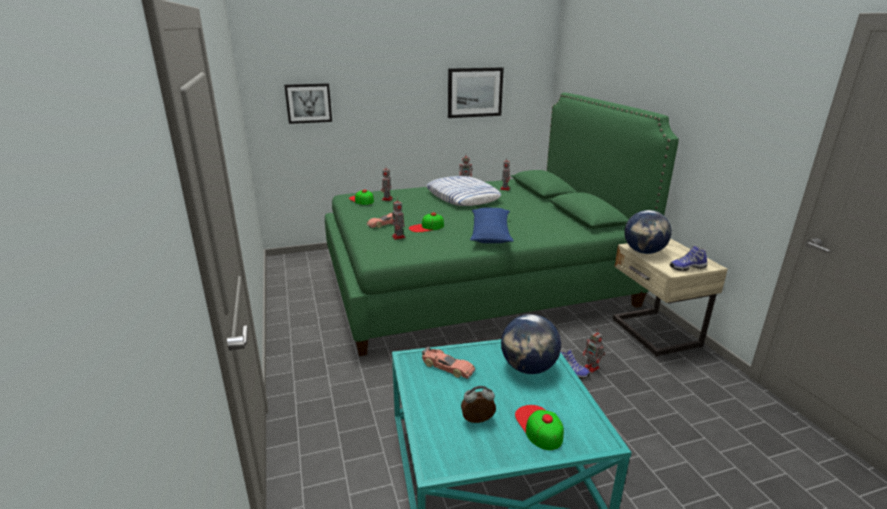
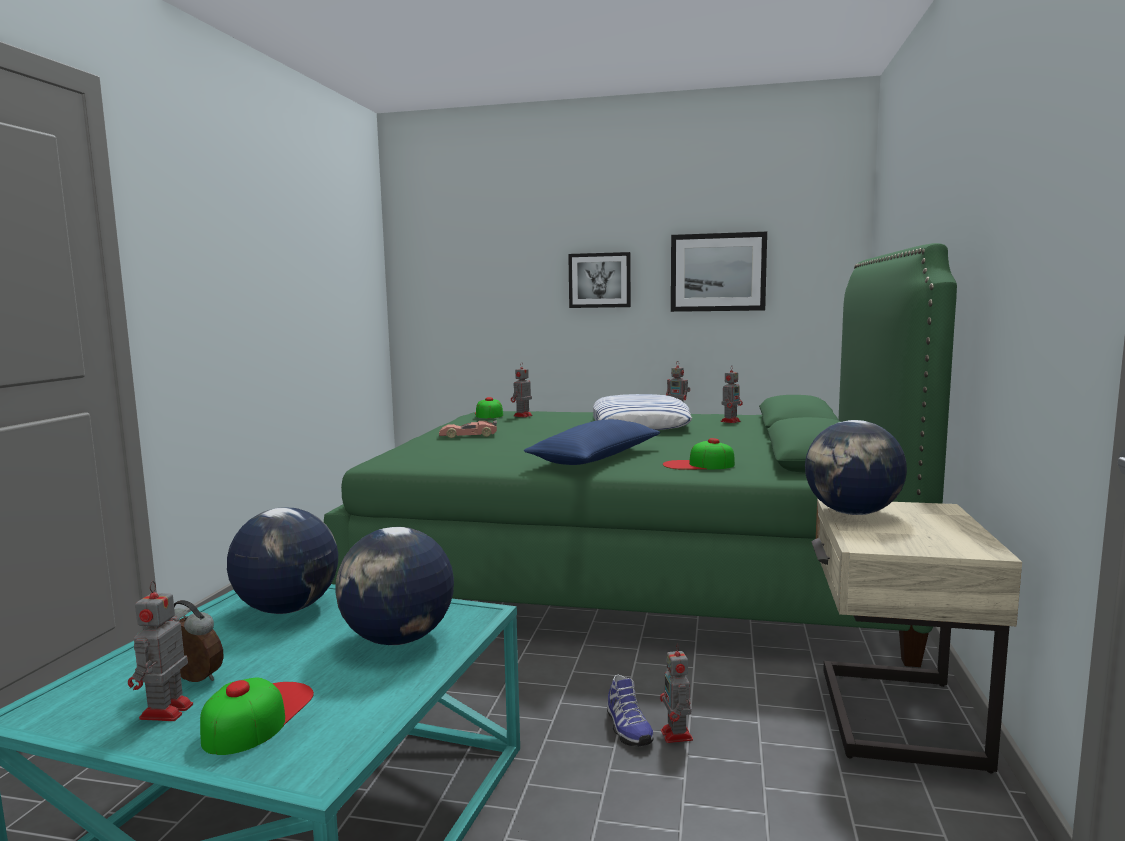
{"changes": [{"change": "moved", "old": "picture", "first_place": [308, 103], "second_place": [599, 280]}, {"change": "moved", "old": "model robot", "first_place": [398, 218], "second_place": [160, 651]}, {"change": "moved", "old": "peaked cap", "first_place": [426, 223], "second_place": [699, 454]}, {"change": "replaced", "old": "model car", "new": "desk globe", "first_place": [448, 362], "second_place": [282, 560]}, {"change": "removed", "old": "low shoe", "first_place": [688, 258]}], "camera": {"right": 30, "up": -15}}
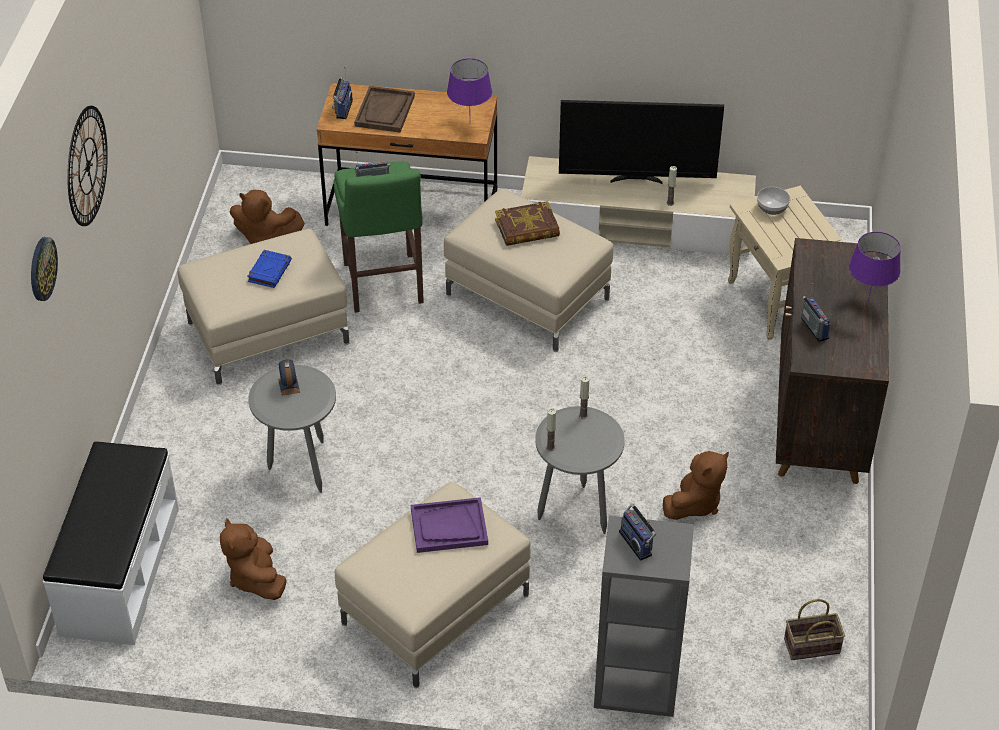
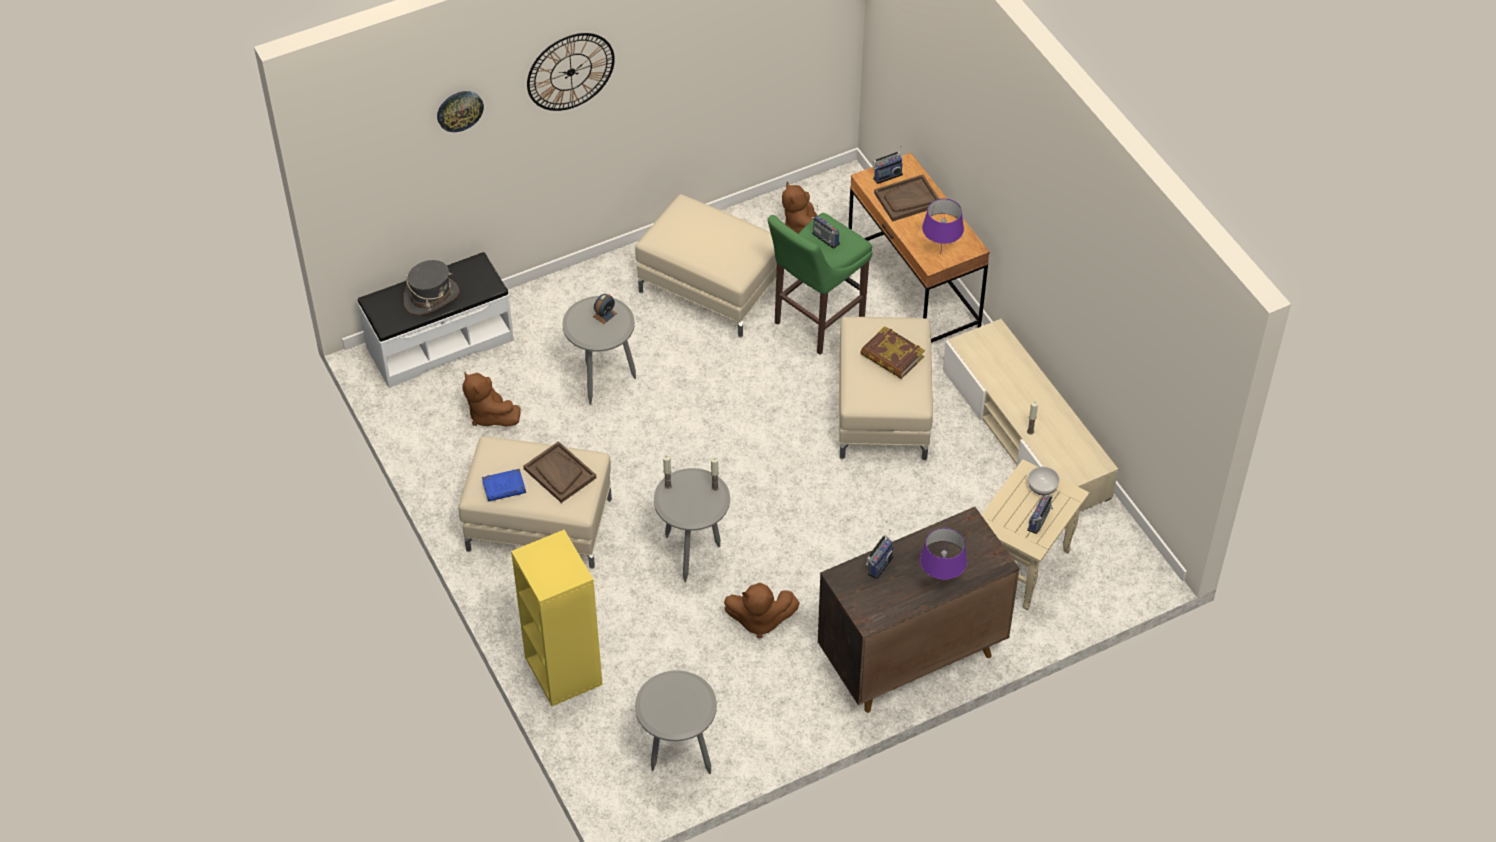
{"changes": [{"change": "turned", "old": "brown plush toy", "first_place": [253, 559], "second_place": [492, 399], "degrees": -75}, {"change": "moved", "old": "blue-coloured bound book", "first_place": [269, 269], "second_place": [504, 485]}, {"change": "recoloured", "old": "purple-coloured serving tray", "new": "brown serving tray", "first_place": [449, 525], "second_place": [559, 472]}, {"change": "removed", "old": "TV", "first_place": [641, 142]}, {"change": "recoloured", "old": "grey bookshelf", "new": "yellow bookshelf", "first_place": [644, 616], "second_place": [557, 618]}, {"change": "moved", "old": "radio set", "first_place": [637, 532], "second_place": [1040, 514]}, {"change": "replaced", "old": "storage basket", "new": "grey side table", "first_place": [814, 629], "second_place": [676, 722]}, {"change": "added", "new": "grey hat", "second_place": [431, 287]}], "camera": {"right": 55, "up": 5}}
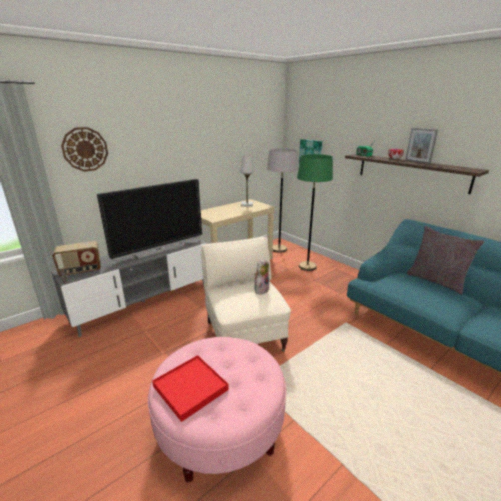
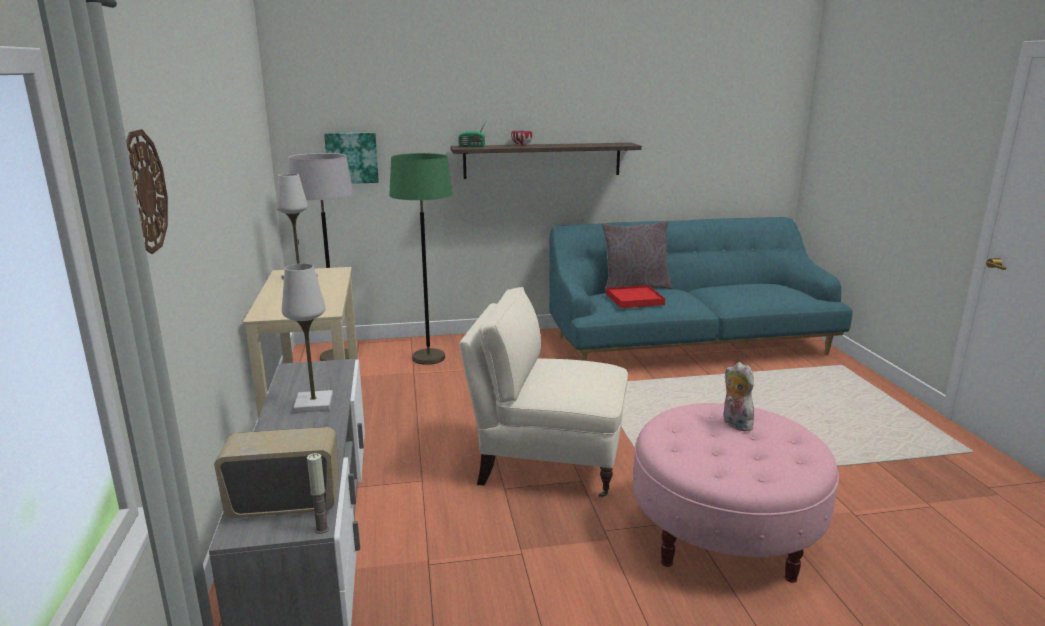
{"changes": [{"change": "turned", "old": "radio set", "first_place": [76, 258], "second_place": [276, 472], "degrees": -105}, {"change": "replaced", "old": "TV", "new": "white table lamp", "first_place": [149, 220], "second_place": [307, 338]}, {"change": "moved", "old": "reddish serving tray", "first_place": [190, 388], "second_place": [635, 296]}, {"change": "moved", "old": "plush toy", "first_place": [261, 276], "second_place": [738, 396]}, {"change": "removed", "old": "picture frame", "first_place": [421, 146]}], "camera": {"right": -60, "up": -5}}
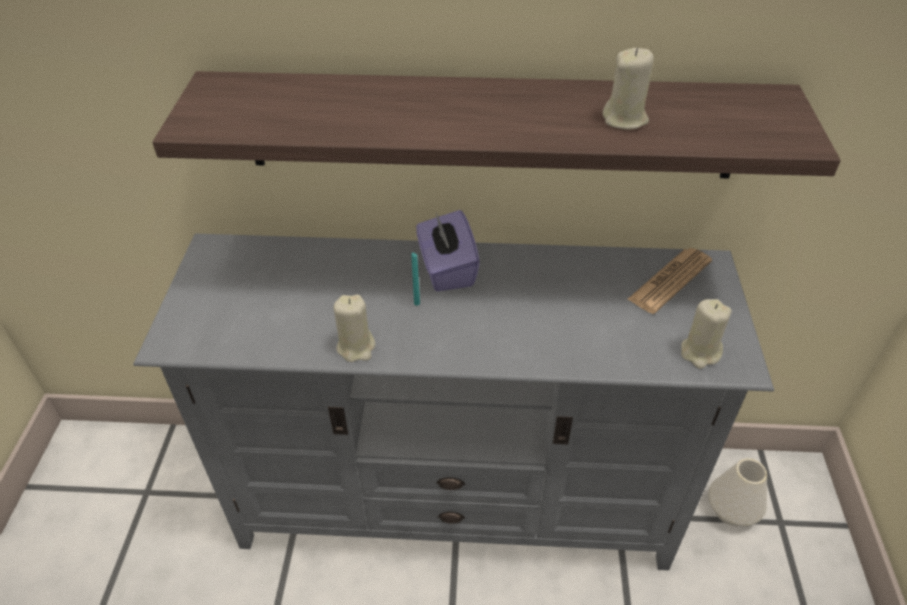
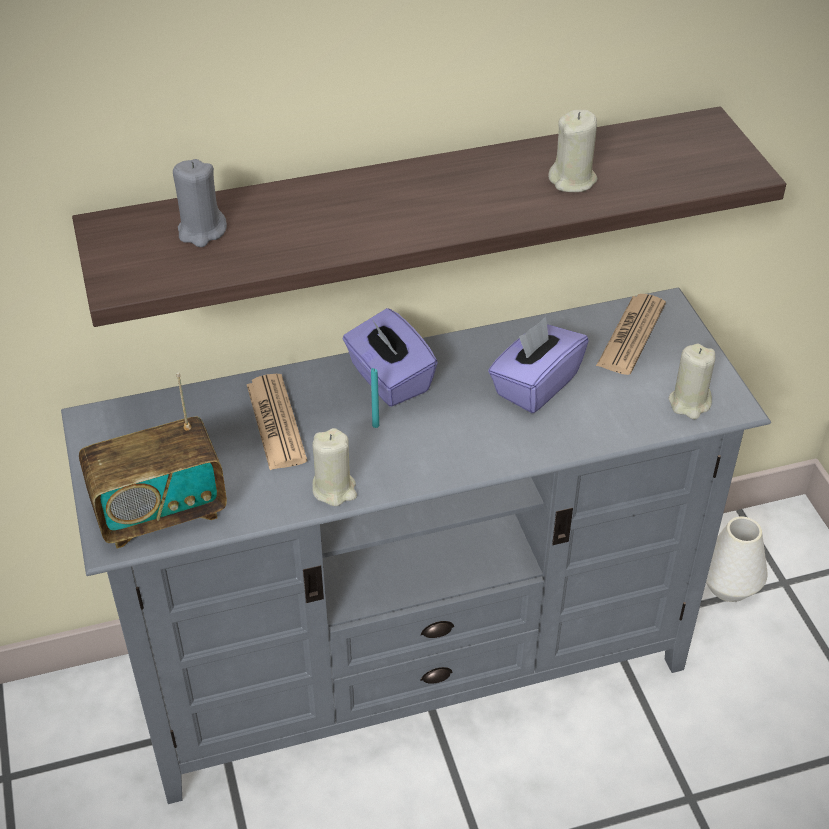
{"changes": [{"change": "added", "new": "radio set", "second_place": [153, 461]}, {"change": "added", "new": "grey wax candle", "second_place": [200, 203]}, {"change": "added", "new": "daily paper", "second_place": [277, 422]}, {"change": "added", "new": "purple-coloured tissue box", "second_place": [538, 365]}], "camera": {"right": -20, "up": 0}}
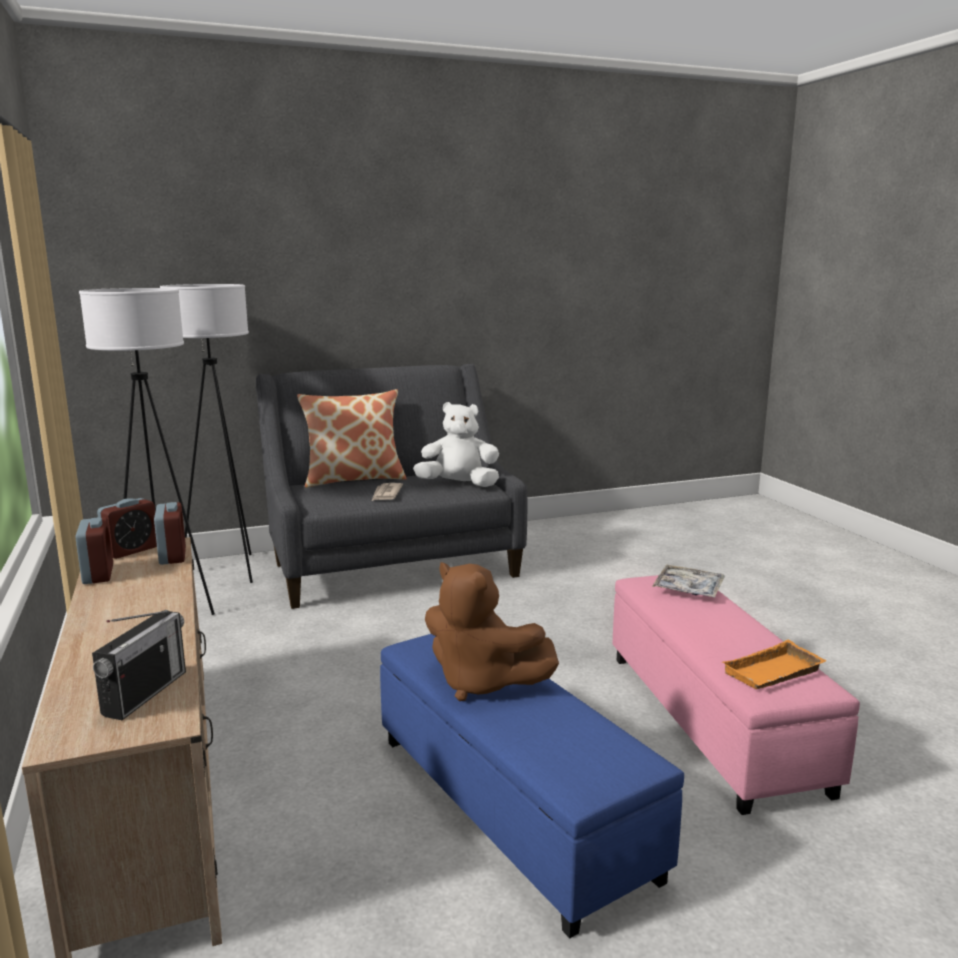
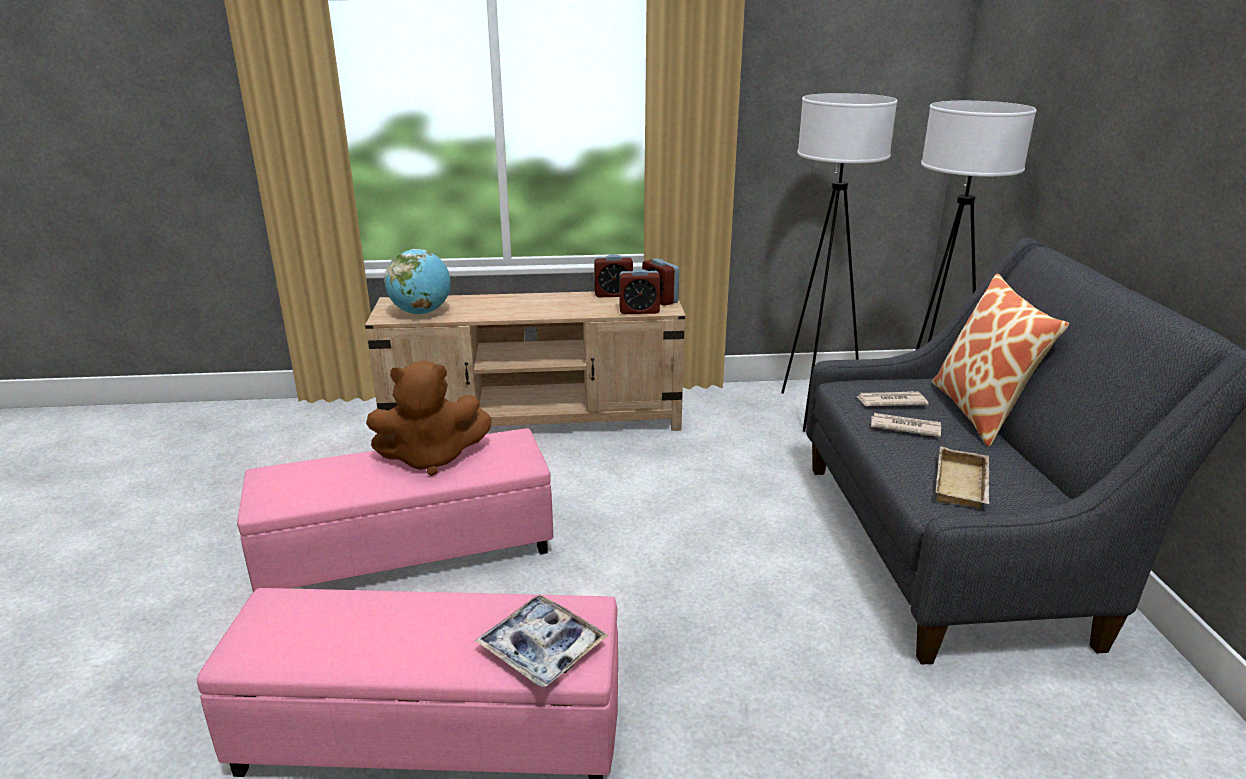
{"changes": [{"change": "replaced", "old": "radio set", "new": "desk globe", "first_place": [139, 665], "second_place": [417, 282]}, {"change": "recoloured", "old": "blue-coloured pouffe", "new": "pinkish pouffe", "first_place": [532, 786], "second_place": [395, 510]}, {"change": "replaced", "old": "white plush toy", "new": "beige serving tray", "first_place": [456, 444], "second_place": [963, 477]}, {"change": "turned", "old": "brown plush toy", "first_place": [492, 631], "second_place": [429, 418], "degrees": -150}, {"change": "removed", "old": "orange serving tray", "first_place": [774, 664]}, {"change": "added", "new": "daily paper", "second_place": [893, 398]}], "camera": {"right": 105, "up": 10}}
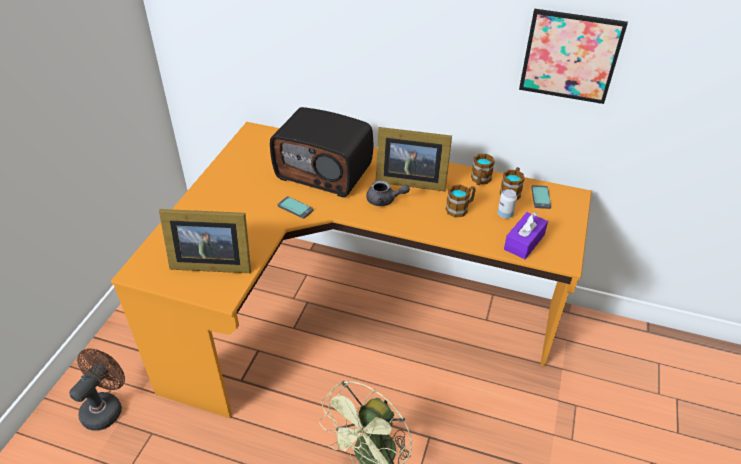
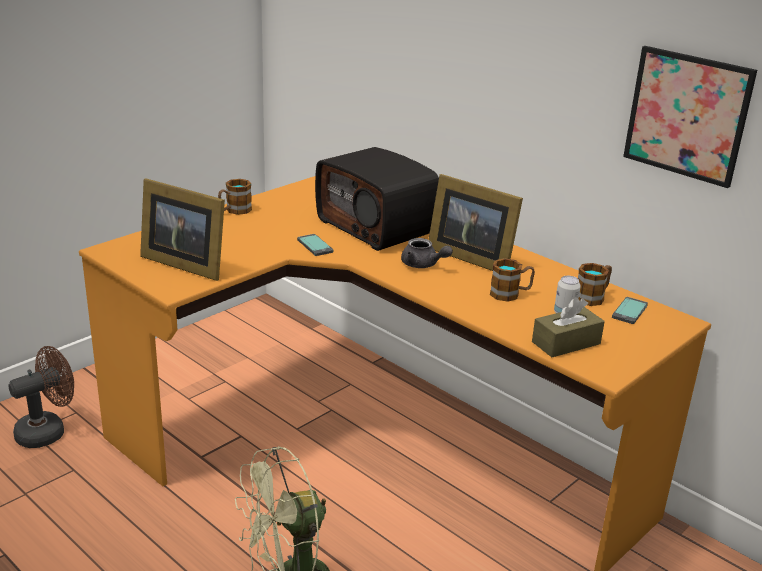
{"changes": [{"change": "moved", "old": "tea mug", "first_place": [483, 169], "second_place": [235, 197]}, {"change": "recoloured", "old": "purple-coloured tissue box", "new": "brown tissue box", "first_place": [526, 235], "second_place": [568, 327]}], "camera": {"right": 25, "up": -15}}
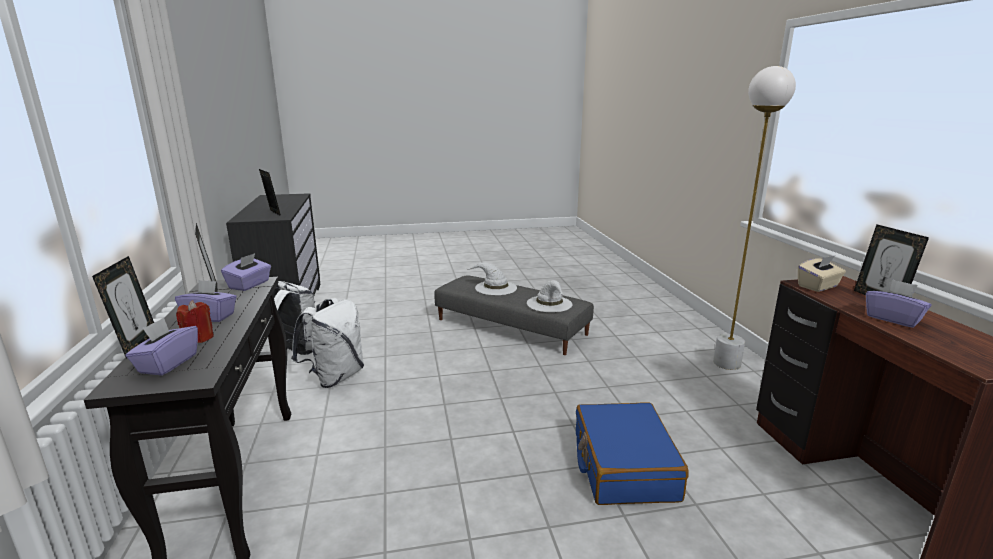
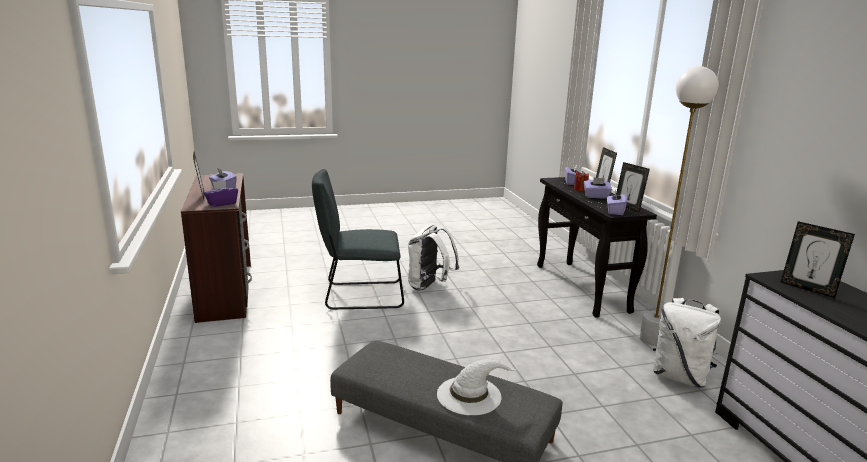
{"changes": [{"change": "moved", "old": "white backpack", "first_place": [327, 343], "second_place": [433, 258]}, {"change": "removed", "old": "white hat", "first_place": [549, 296]}, {"change": "replaced", "old": "blue-coloured suitcase", "new": "grey upright chair", "first_place": [632, 453], "second_place": [358, 239]}, {"change": "moved", "old": "white standing lamp", "first_place": [754, 218], "second_place": [679, 206]}, {"change": "recoloured", "old": "beige tissue box", "new": "purple-coloured tissue box", "first_place": [822, 274], "second_place": [221, 193]}], "camera": {"right": 175, "up": 0}}
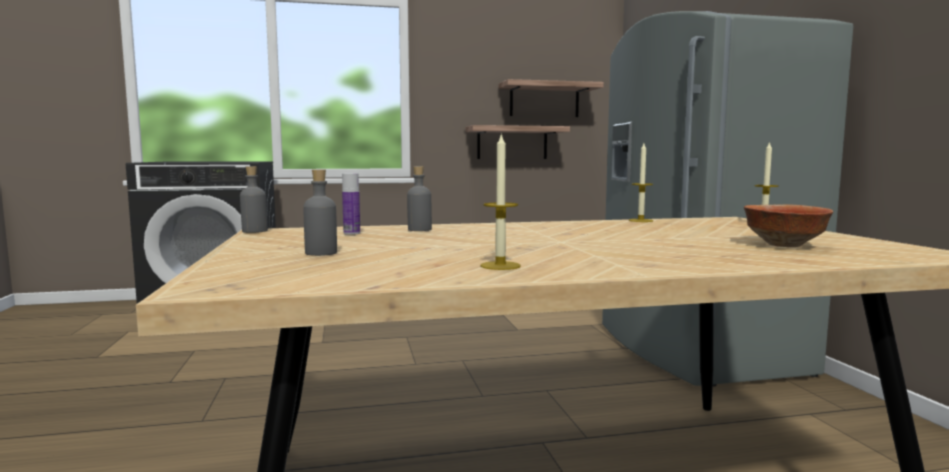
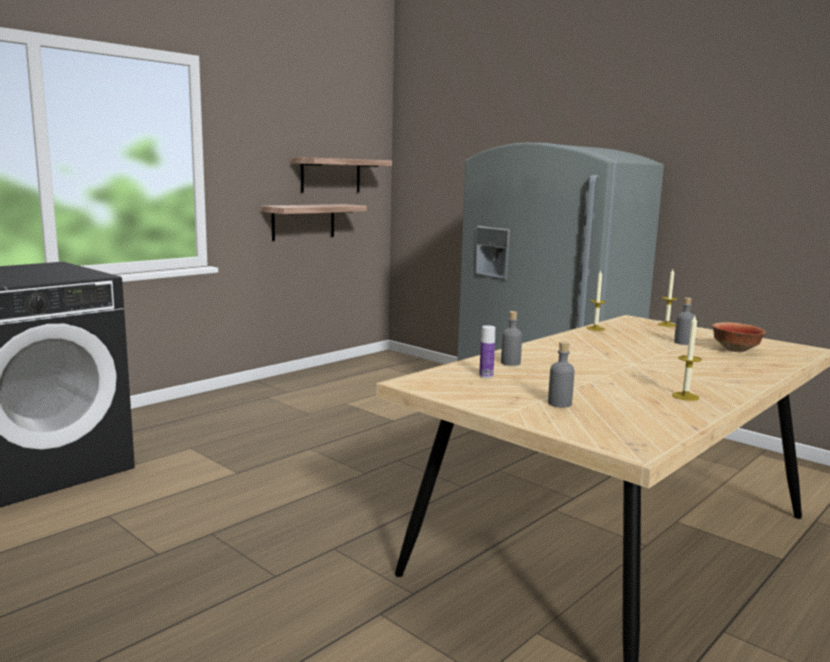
{"changes": [{"change": "moved", "old": "grey bottle", "first_place": [254, 199], "second_place": [684, 321]}], "camera": {"right": -35, "up": 5}}
